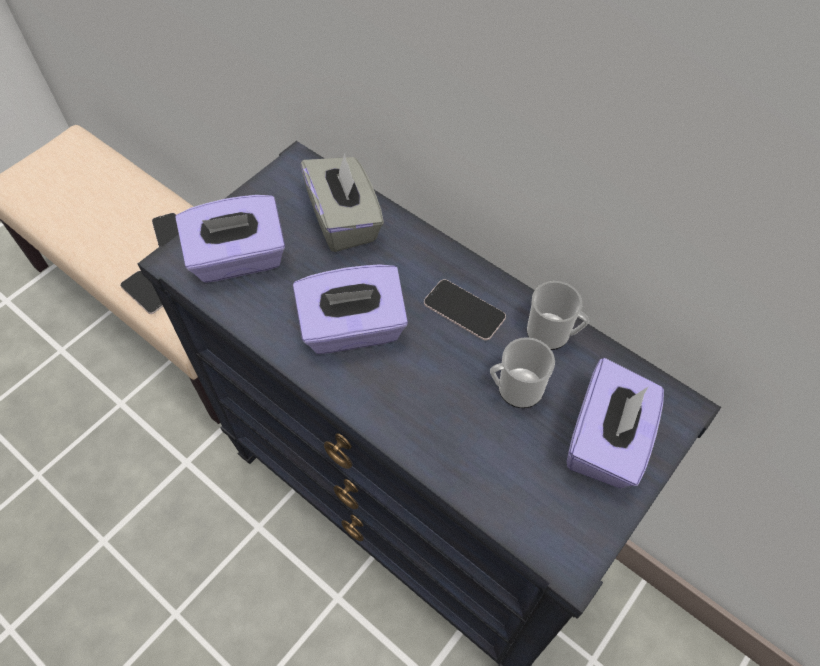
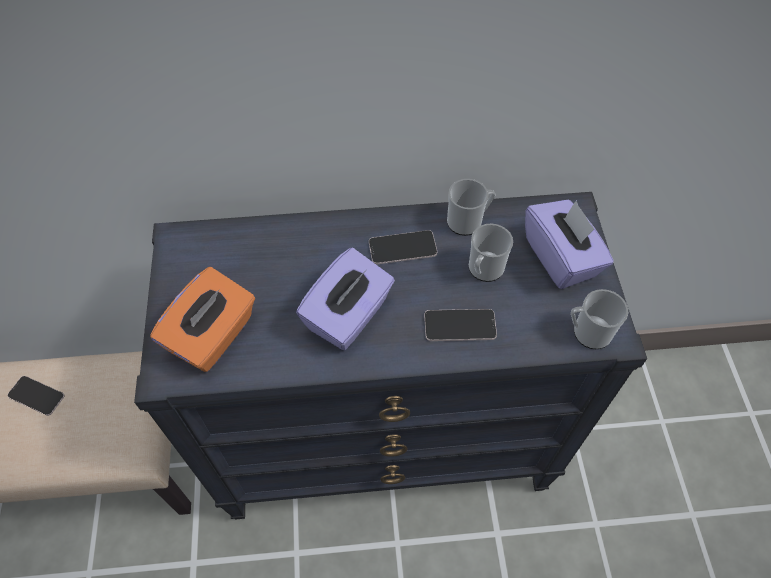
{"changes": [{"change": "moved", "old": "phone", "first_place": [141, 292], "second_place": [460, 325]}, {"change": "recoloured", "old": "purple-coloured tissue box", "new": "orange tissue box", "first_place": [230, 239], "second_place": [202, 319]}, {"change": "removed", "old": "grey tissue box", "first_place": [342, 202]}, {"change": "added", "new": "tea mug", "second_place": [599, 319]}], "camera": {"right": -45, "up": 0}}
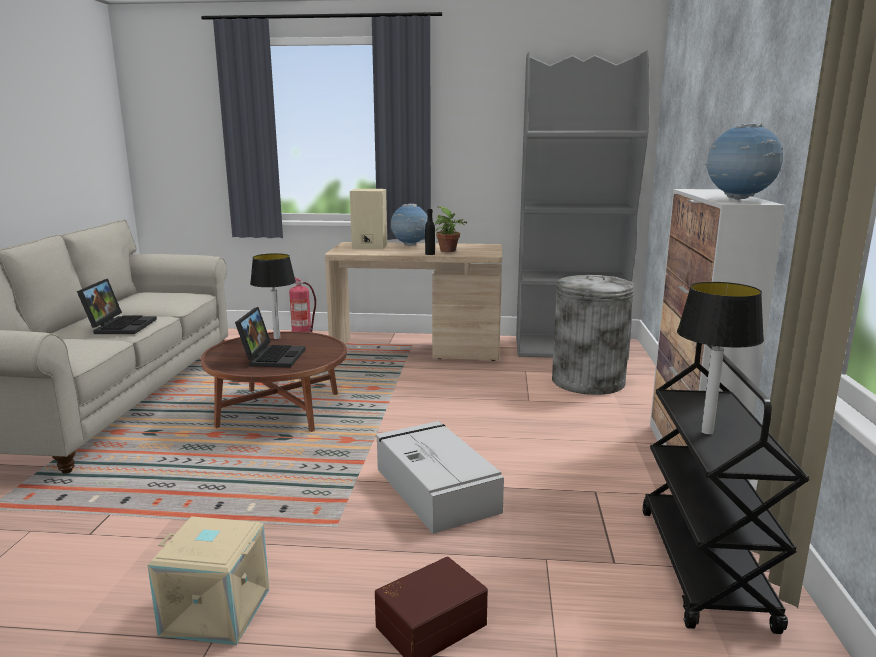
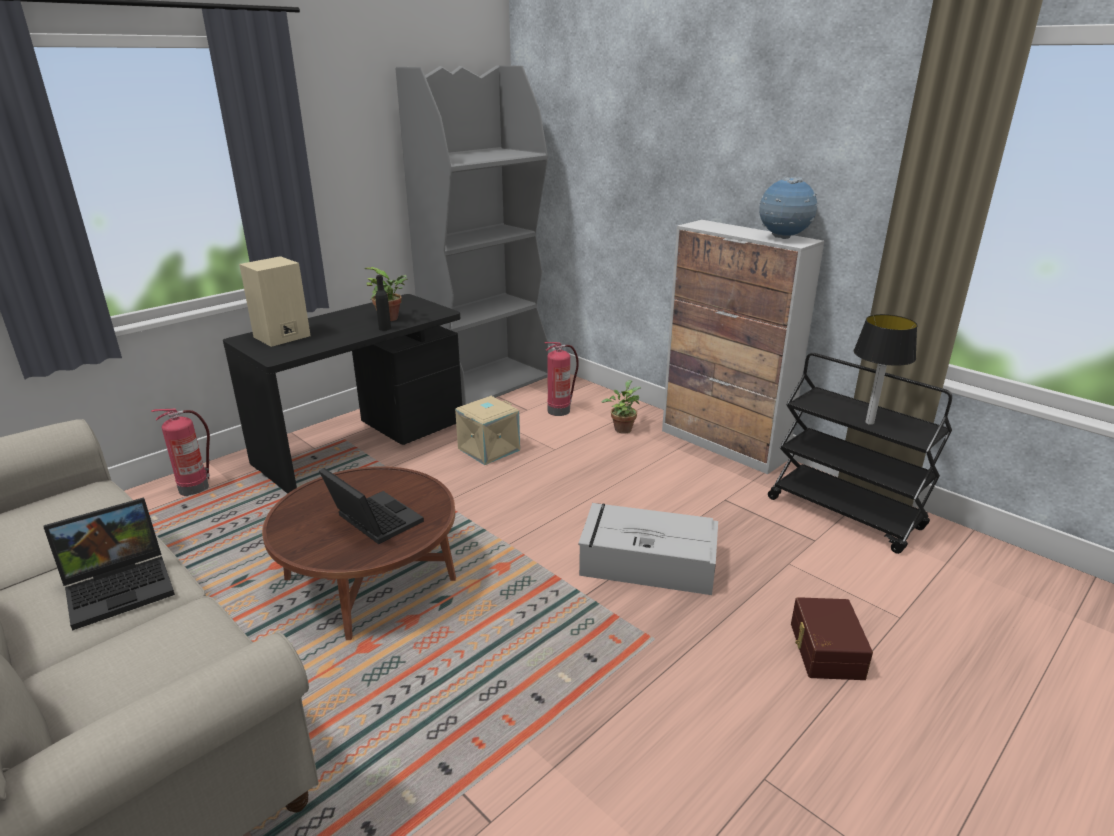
{"changes": [{"change": "turned", "old": "laptop", "first_place": [117, 306], "second_place": [109, 564], "degrees": 105}, {"change": "moved", "old": "beige storage box", "first_place": [208, 580], "second_place": [487, 430]}, {"change": "removed", "old": "table lamp", "first_place": [273, 296]}, {"change": "recoloured", "old": "beige desk unit", "new": "black desk unit", "first_place": [413, 301], "second_place": [342, 394]}, {"change": "removed", "old": "desk globe", "first_place": [409, 224]}, {"change": "replaced", "old": "grey waste bin", "new": "fire-fighting cylinder", "first_place": [593, 335], "second_place": [561, 379]}, {"change": "added", "new": "houseplant", "second_place": [621, 407]}], "camera": {"right": -50, "up": 10}}
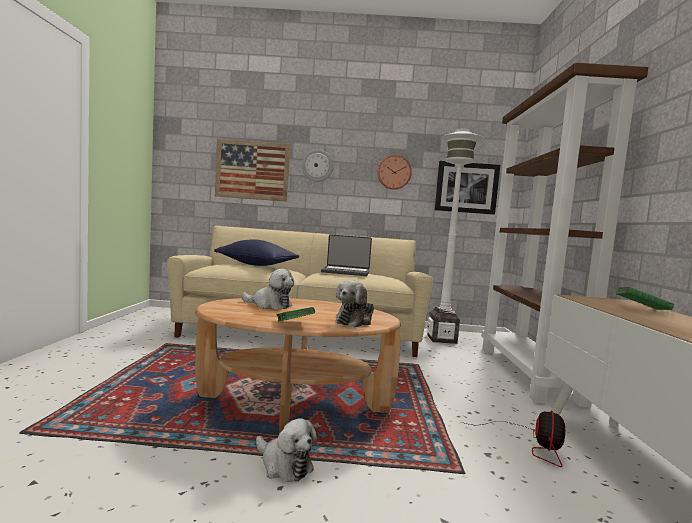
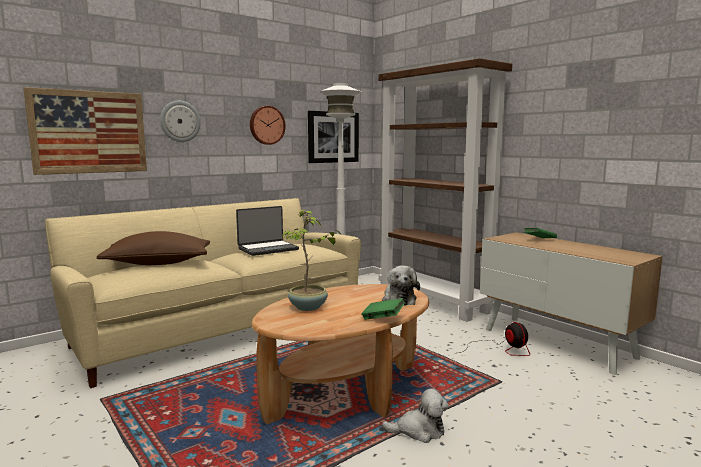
{"changes": [{"change": "recoloured", "old": "blue-coloured pillow", "new": "brown pillow", "first_place": [256, 252], "second_place": [153, 248]}, {"change": "replaced", "old": "plush toy", "new": "houseplant", "first_place": [268, 289], "second_place": [311, 260]}], "camera": {"right": -40, "up": 5}}
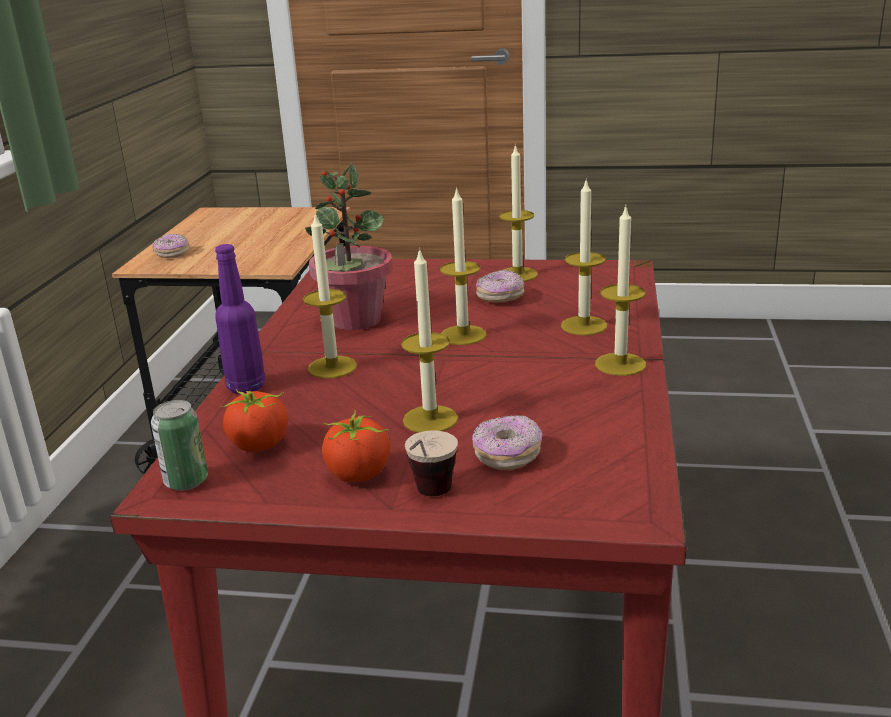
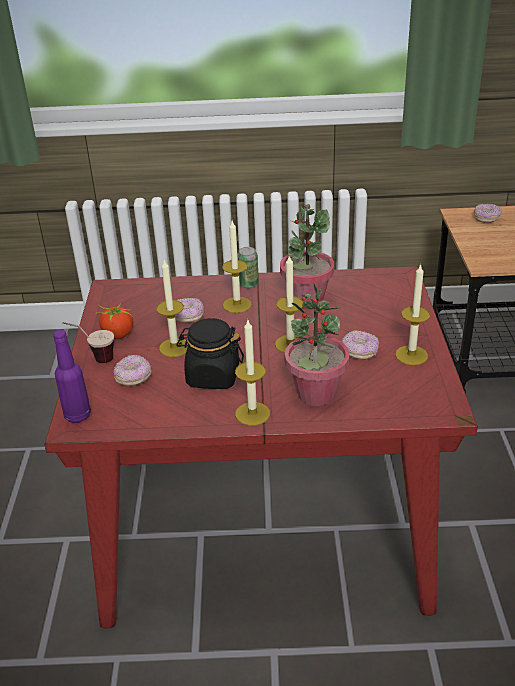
{"changes": [{"change": "moved", "old": "can", "first_place": [179, 445], "second_place": [248, 267]}, {"change": "moved", "old": "purple-coloured bottle", "first_place": [240, 319], "second_place": [72, 376]}, {"change": "removed", "old": "tomato", "first_place": [254, 420]}, {"change": "replaced", "old": "wax candle", "new": "houseplant", "first_place": [584, 257], "second_place": [317, 344]}, {"change": "added", "new": "doughnut", "second_place": [189, 310]}, {"change": "added", "new": "black storage jar", "second_place": [210, 353]}], "camera": {"right": 80, "up": 10}}
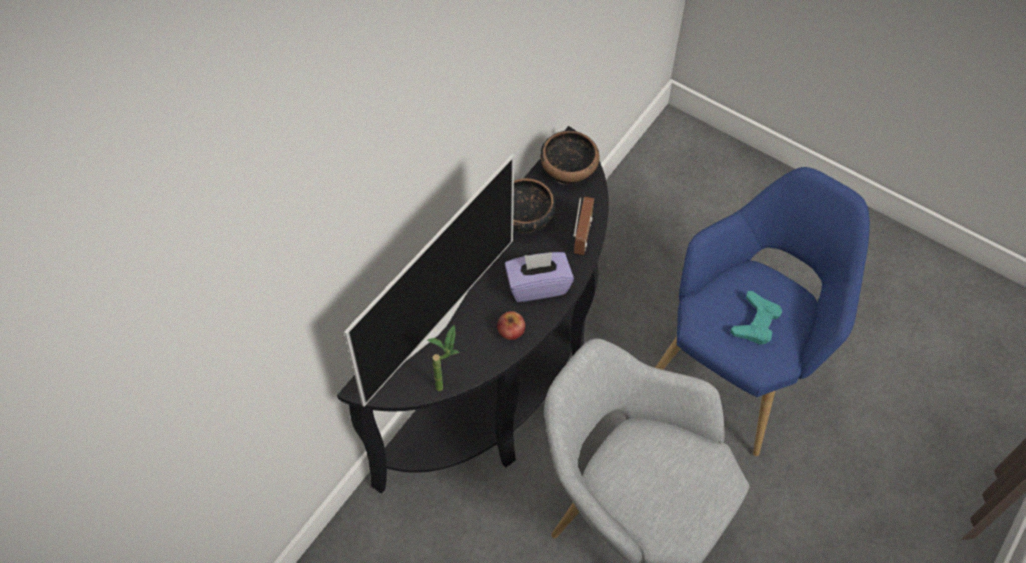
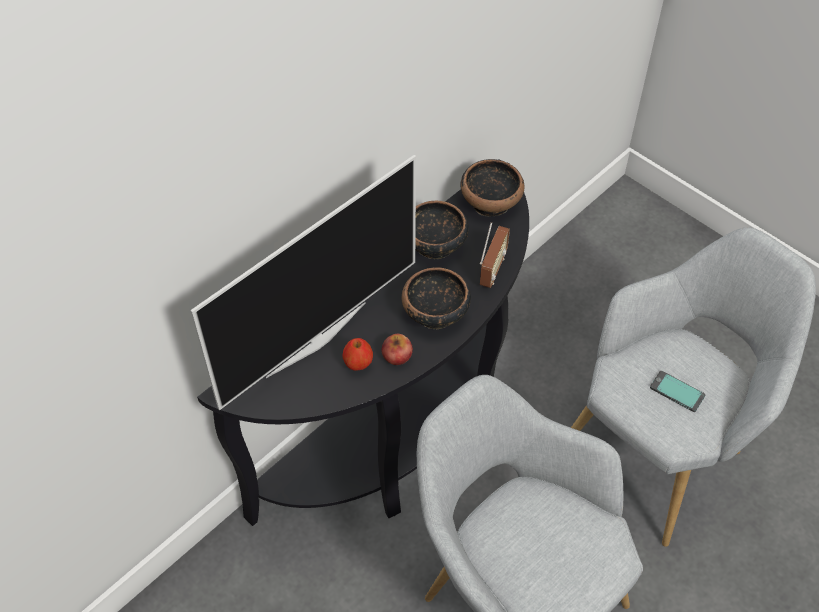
{"changes": [{"change": "removed", "old": "houseplant", "first_place": [444, 358]}, {"change": "replaced", "old": "purple-coloured tissue box", "new": "deep dish", "first_place": [539, 277], "second_place": [436, 298]}, {"change": "recoloured", "old": "blue-coloured easy chair", "new": "grey easy chair", "first_place": [762, 311], "second_place": [693, 387]}, {"change": "replaced", "old": "turquoise gamepad", "new": "phone", "first_place": [756, 318], "second_place": [677, 391]}, {"change": "added", "new": "apple", "second_place": [357, 354]}], "camera": {"right": 10, "up": -5}}
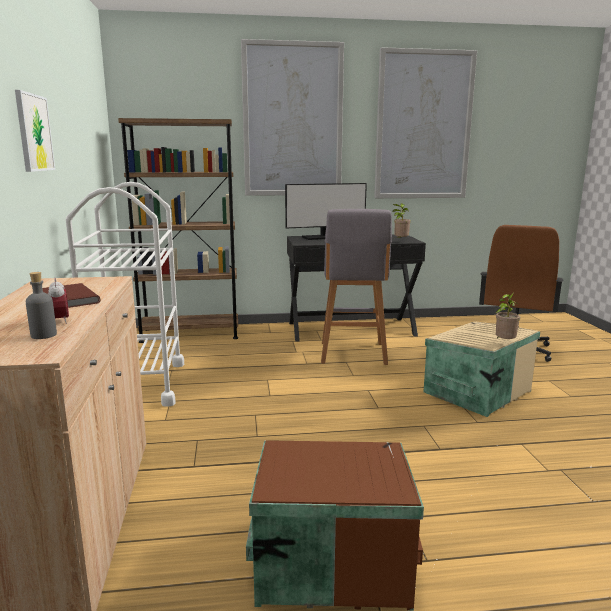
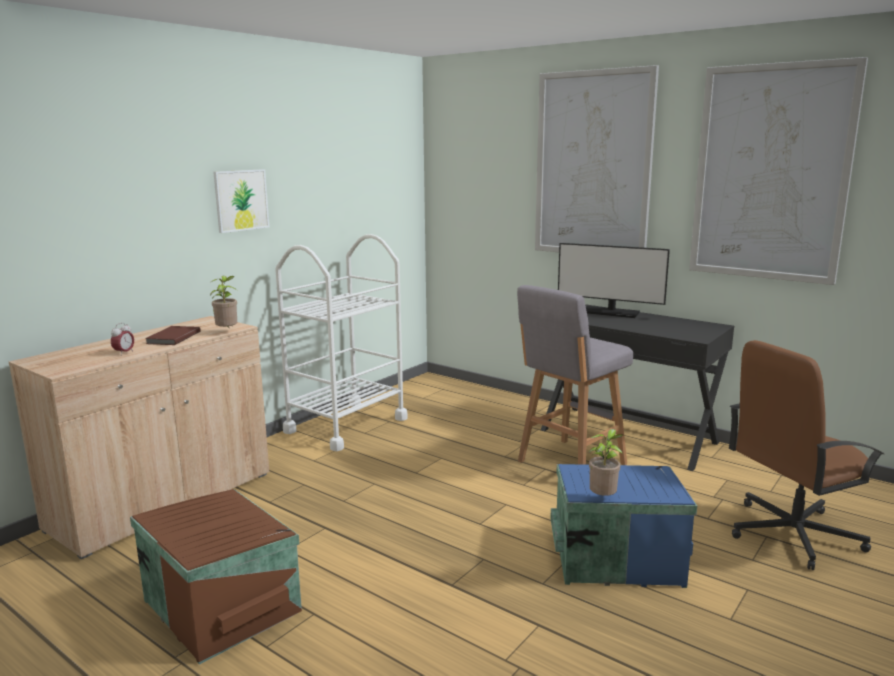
{"changes": [{"change": "removed", "old": "grey bottle", "first_place": [41, 305]}, {"change": "removed", "old": "brown bookshelf", "first_place": [178, 230]}, {"change": "moved", "old": "houseplant", "first_place": [401, 221], "second_place": [223, 302]}, {"change": "recoloured", "old": "beige storage box", "new": "blue-coloured storage box", "first_place": [481, 369], "second_place": [623, 526]}], "camera": {"right": 45, "up": 0}}
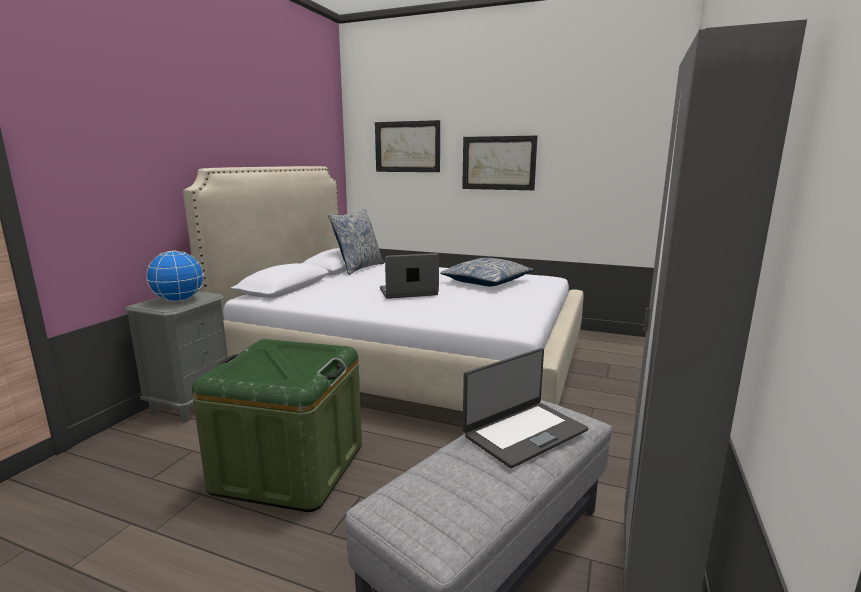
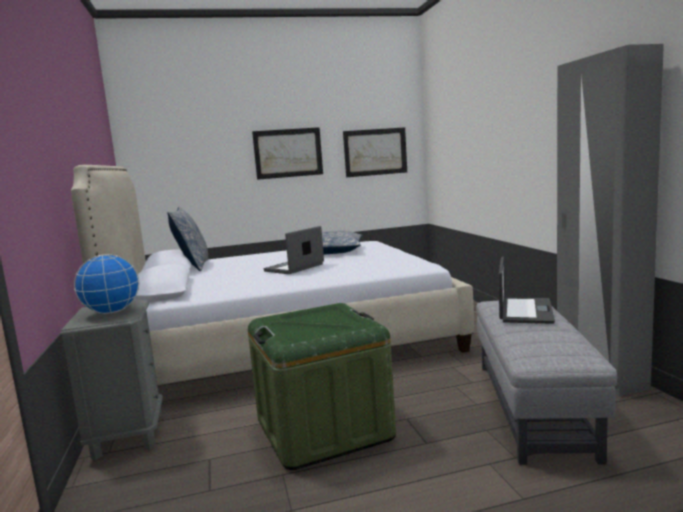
{"changes": [{"change": "moved", "old": "picture", "first_place": [407, 146], "second_place": [375, 152]}], "camera": {"right": -35, "up": -5}}
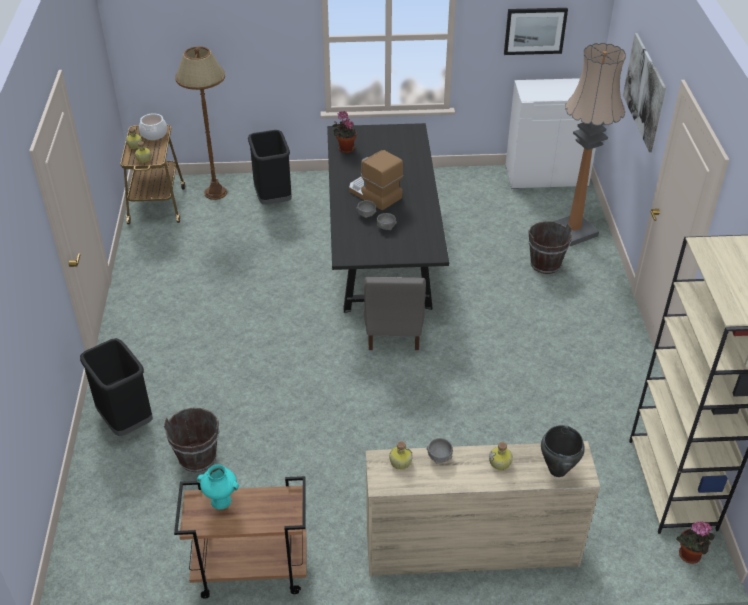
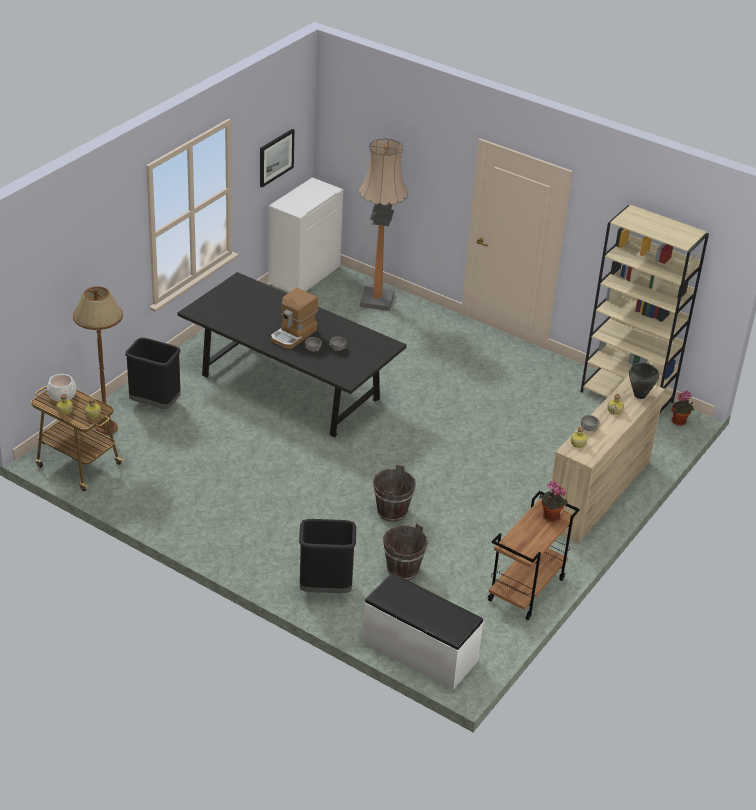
{"changes": [{"change": "removed", "old": "turquoise flower vase", "first_place": [218, 487]}, {"change": "moved", "old": "houseplant", "first_place": [344, 132], "second_place": [554, 501]}, {"change": "turned", "old": "coffee brewer", "first_place": [376, 180], "second_place": [294, 318], "degrees": -45}, {"change": "removed", "old": "grey upright chair", "first_place": [395, 313]}, {"change": "moved", "old": "brown pail", "first_place": [550, 247], "second_place": [394, 493]}, {"change": "removed", "old": "picture", "first_place": [644, 92]}, {"change": "added", "new": "white long seat", "second_place": [423, 631]}], "camera": {"right": -55, "up": -5}}
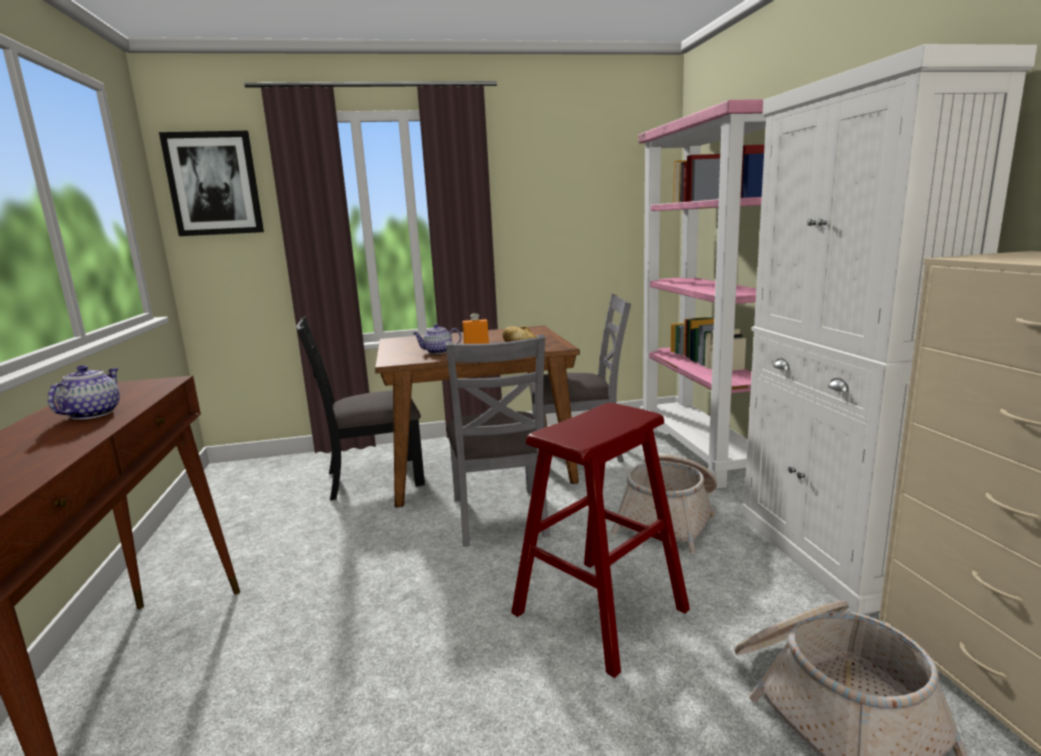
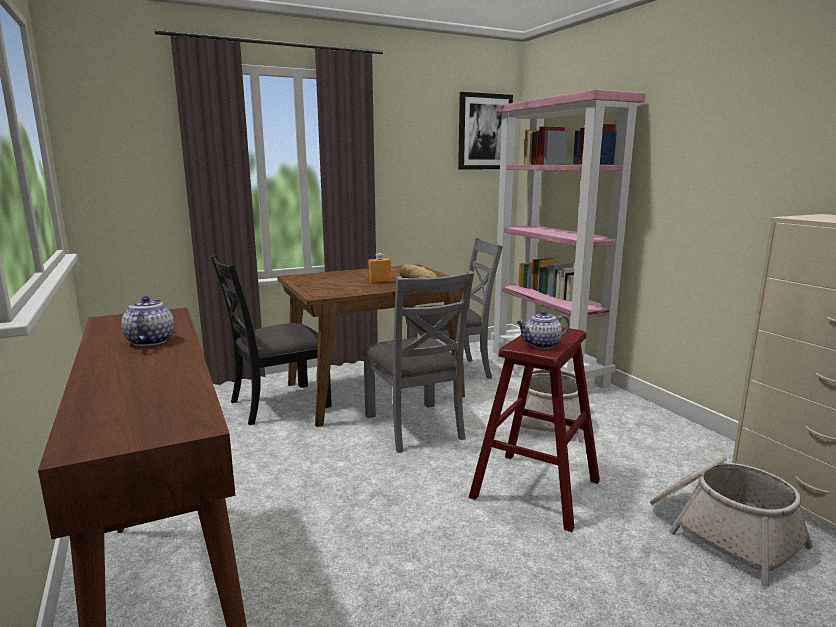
{"changes": [{"change": "moved", "old": "picture", "first_place": [211, 183], "second_place": [485, 130]}, {"change": "moved", "old": "tea pot", "first_place": [437, 339], "second_place": [543, 329]}, {"change": "removed", "old": "white storage cabinet", "first_place": [889, 329]}], "camera": {"right": -15, "up": 0}}
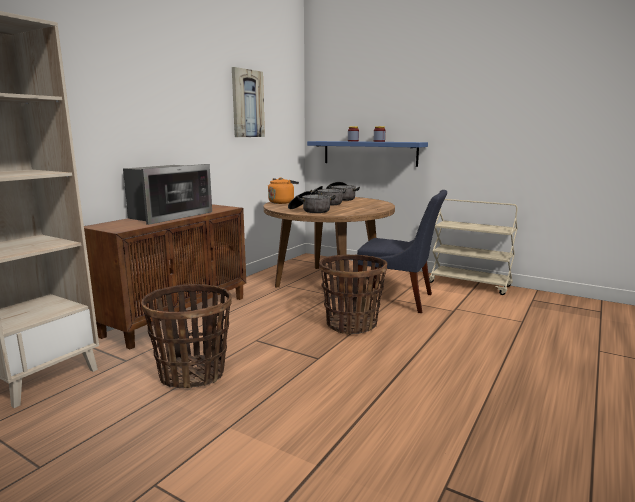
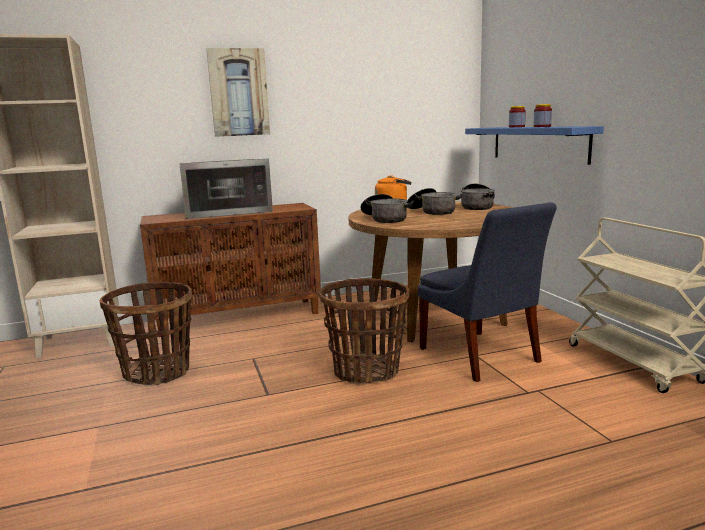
{"changes": [{"change": "moved", "old": "picture", "first_place": [248, 102], "second_place": [238, 92]}], "camera": {"right": 40, "up": 0}}
